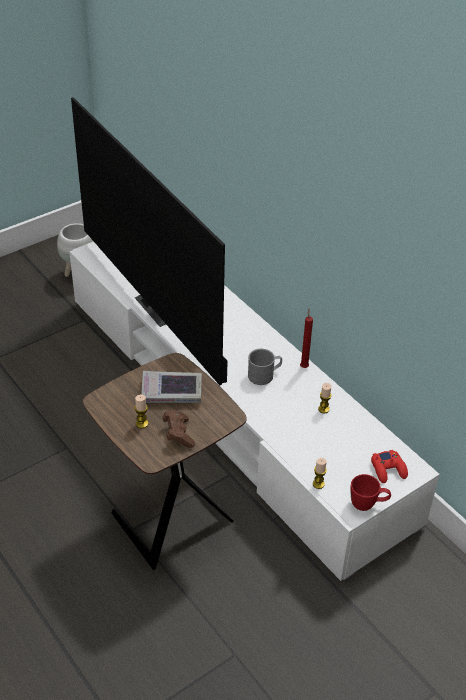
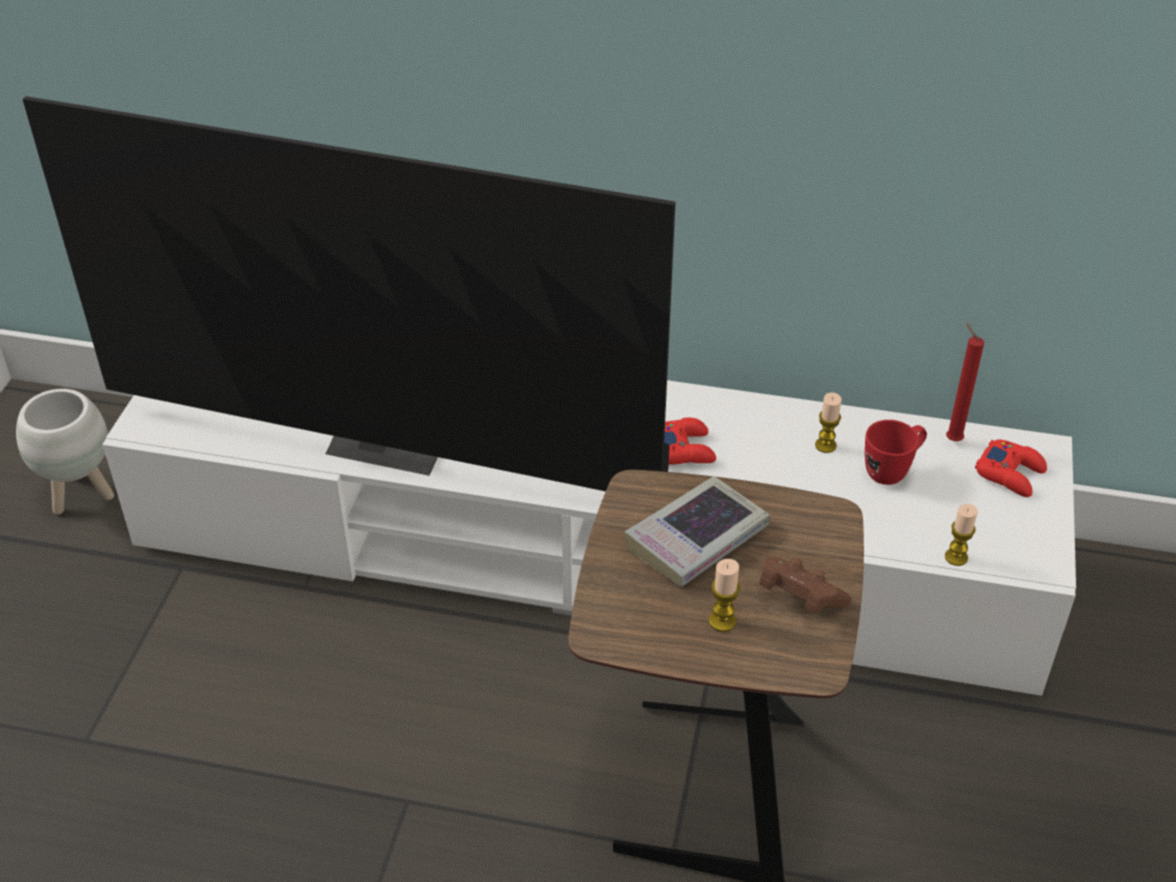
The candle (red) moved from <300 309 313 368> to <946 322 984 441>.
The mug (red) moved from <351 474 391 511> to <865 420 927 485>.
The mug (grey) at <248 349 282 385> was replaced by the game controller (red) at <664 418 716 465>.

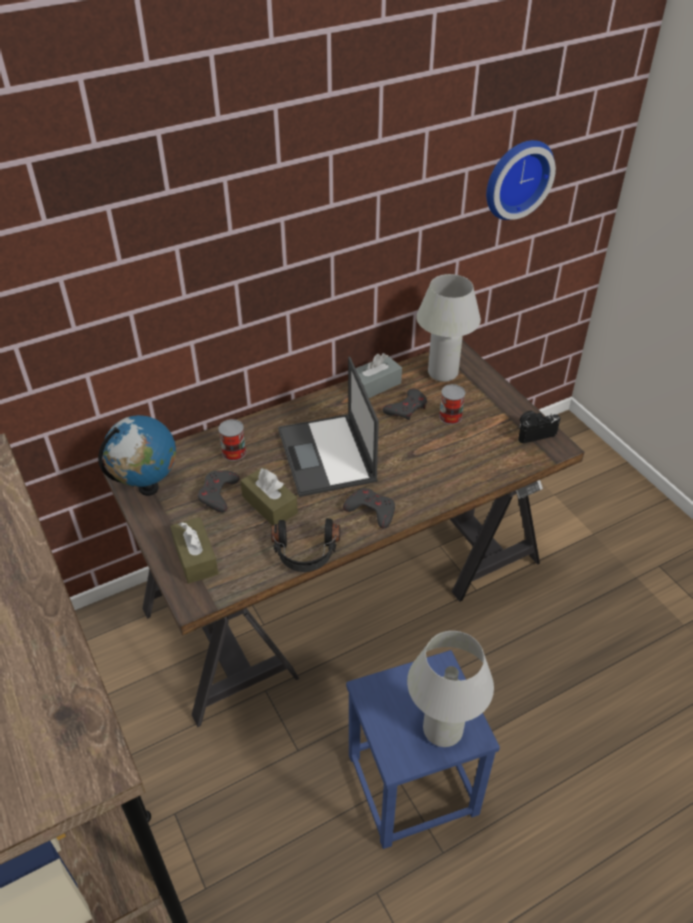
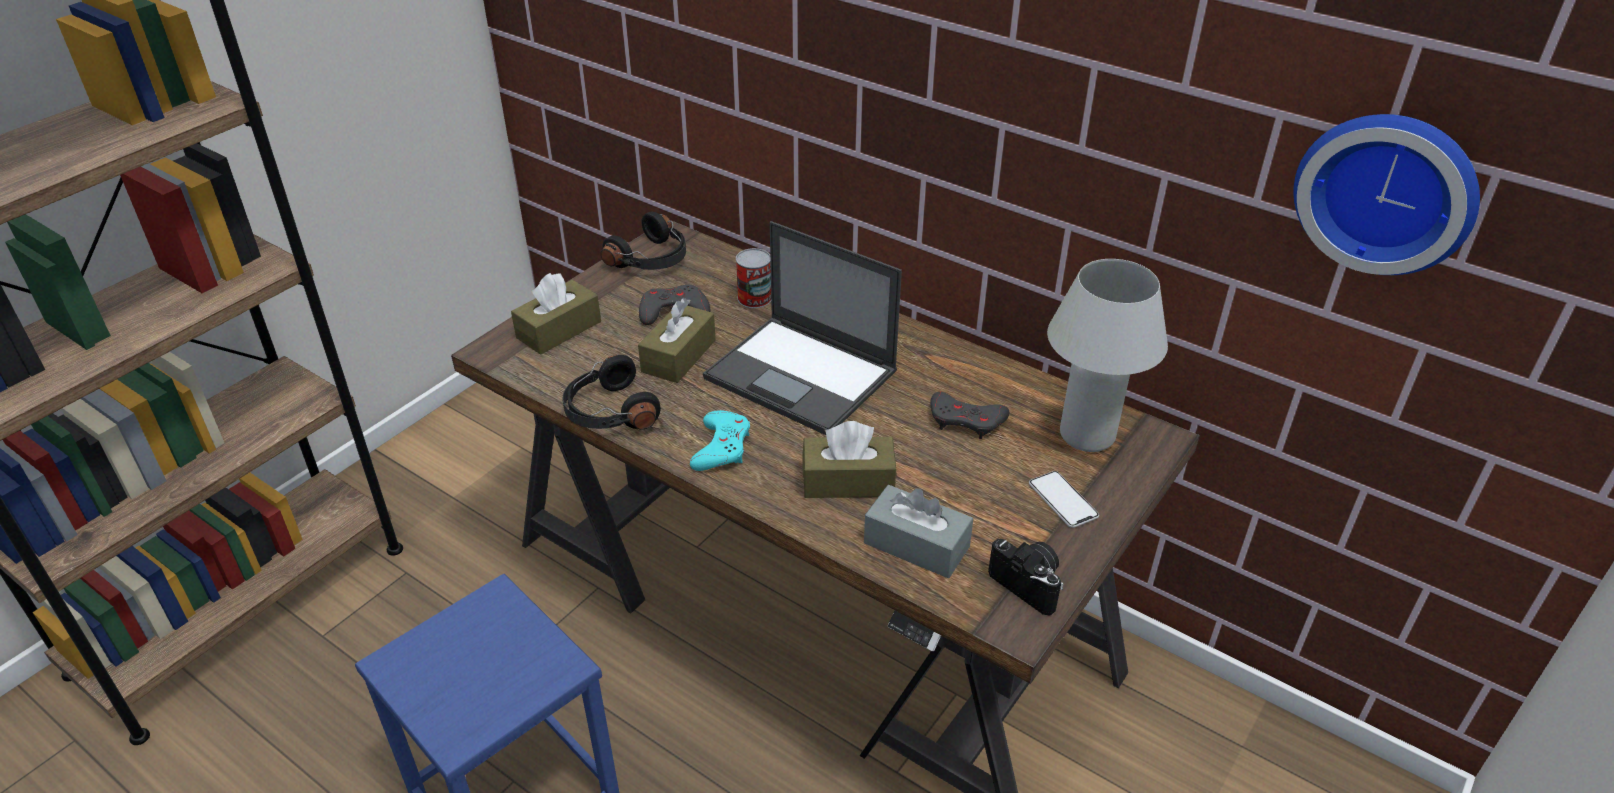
The table lamp (white) at <407 631 494 747> disappeared.
The can at <439 384 465 424> disappeared.
The tissue box (brown) at <802 421 896 498> appeared.
The phone at <1029 471 1099 528> appeared.
The tissue box (grey) moved from <356 353 402 398> to <864 485 973 578>.
The globe at <98 415 176 496> was replaced by the headphones (black) at <601 212 686 270>.
The game controller (grey) at <343 488 395 529> became the game controller (turquoise) at <690 410 750 471>.
The laptop at <278 357 379 497> turned 105 degrees counterclockwise.

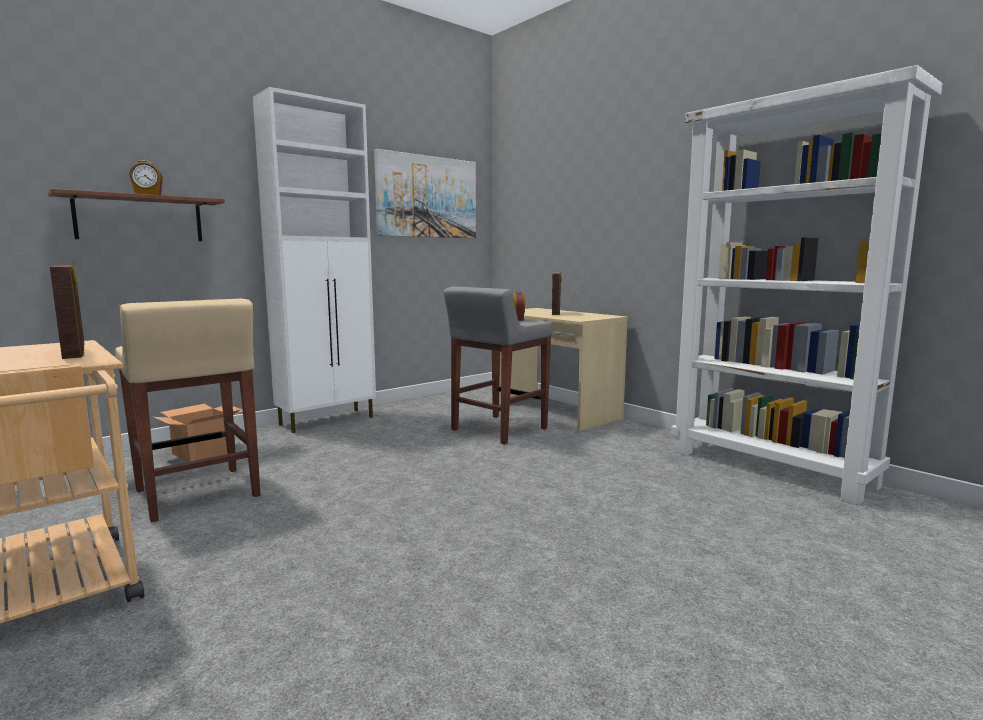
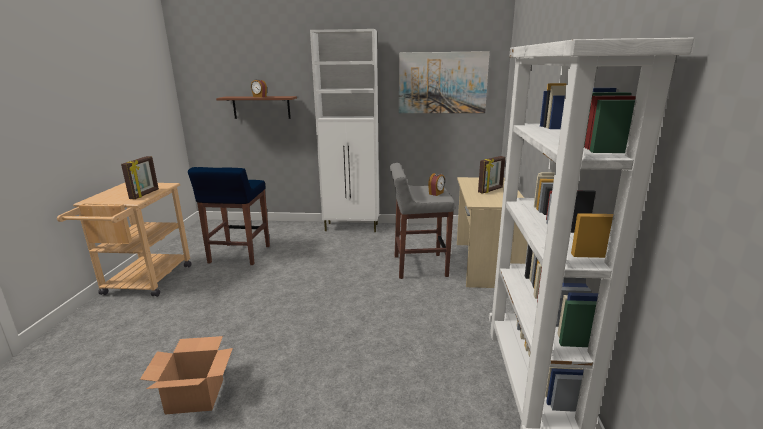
The cardboard box moved from <153 404 243 462> to <140 336 233 414>.
The stool (beige) at <115 299 261 522> became the stool (blue) at <188 167 270 265>.

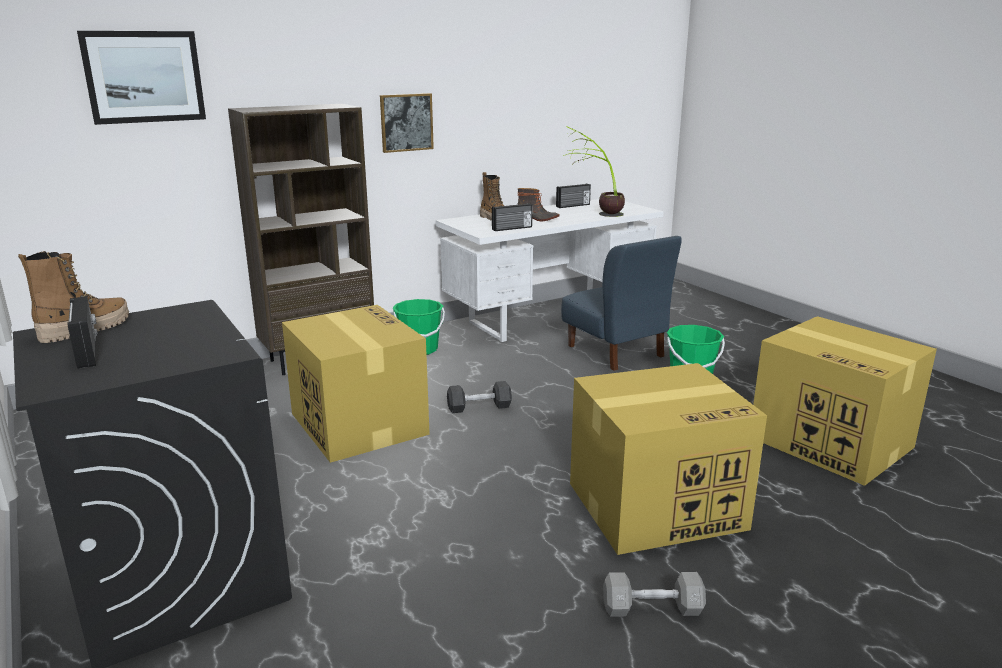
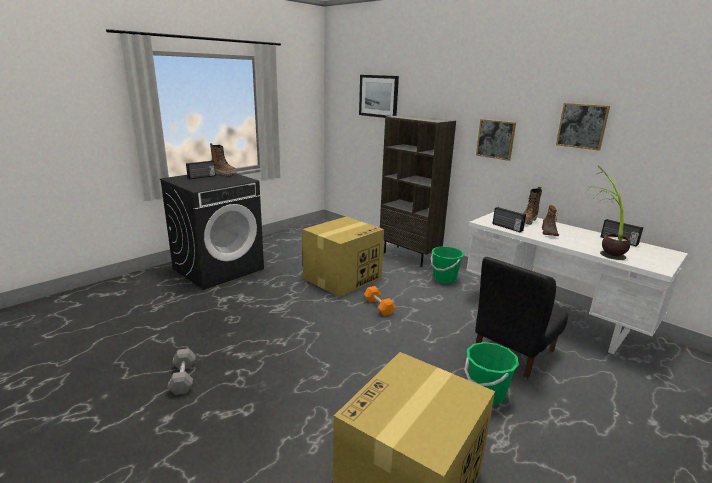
The cardboard box at <570 363 767 555> disappeared.
The picture at <556 103 610 151> appeared.
The dumbbell (black) at <447 381 512 413> became the dumbbell (orange) at <364 286 396 316>.
The chair (blue) at <561 236 682 371> became the chair (black) at <475 257 568 378>.

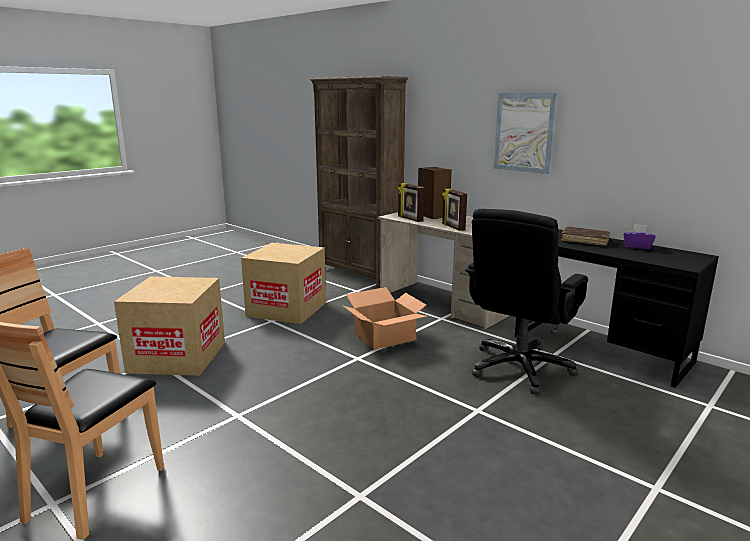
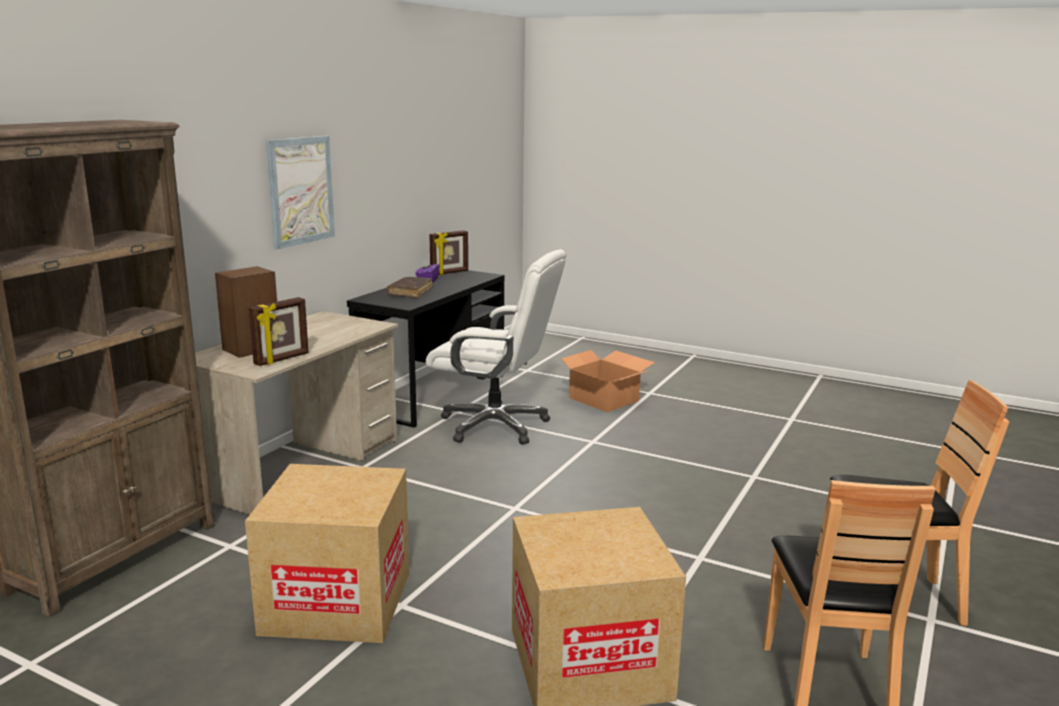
The cardboard box moved from <342 287 427 350> to <557 350 655 412>.
The picture frame moved from <442 188 467 231> to <429 230 468 275>.
The office chair (black) at <465 209 588 394> became the office chair (white) at <426 249 566 445>.

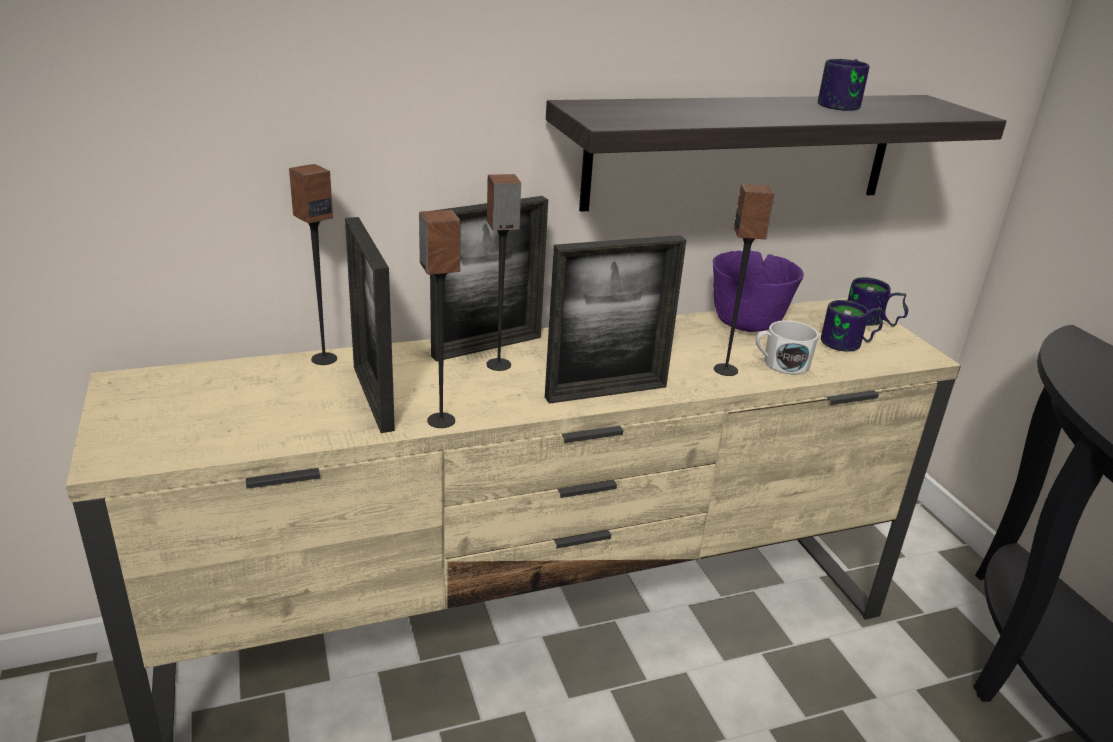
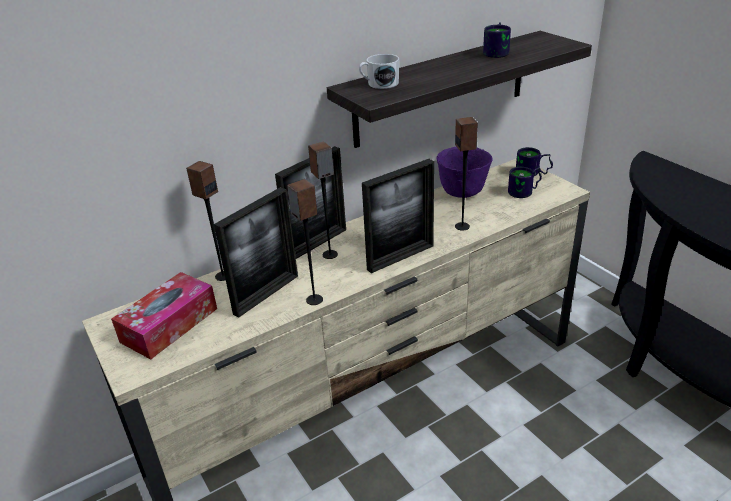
The tissue box at <111 272 217 360> appeared.
The mug (white) moved from <756 320 819 375> to <359 54 399 89>.
The picture frame at <345 217 395 433> turned 105 degrees counterclockwise.

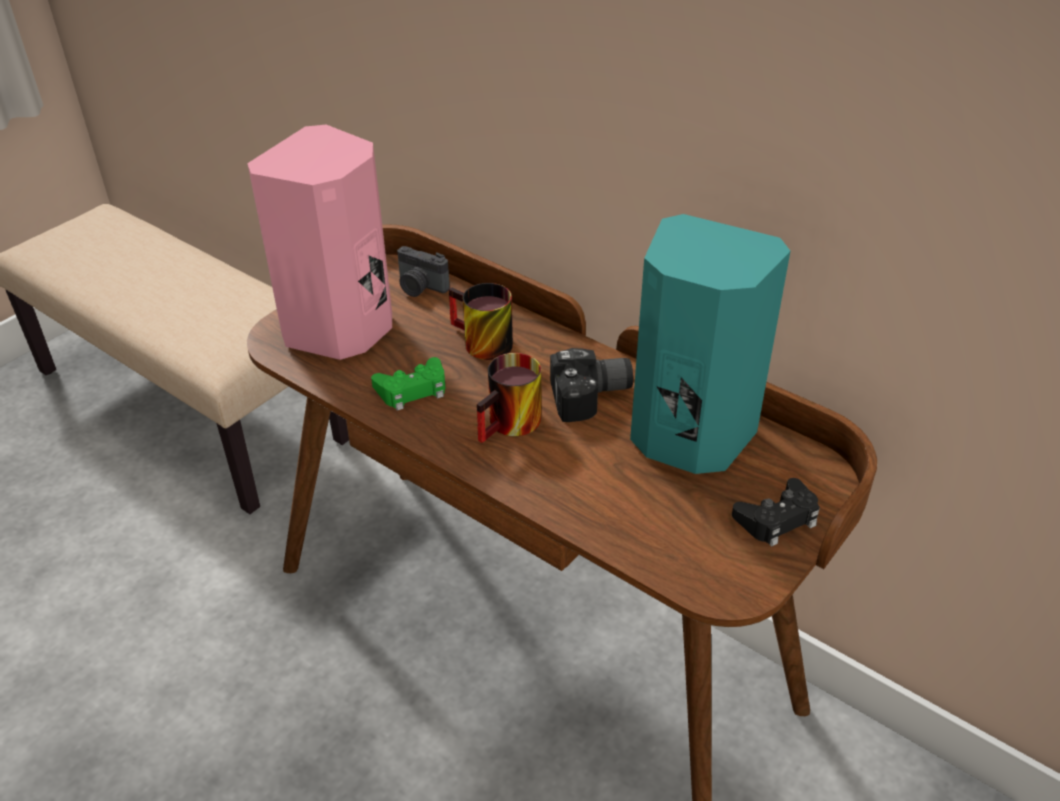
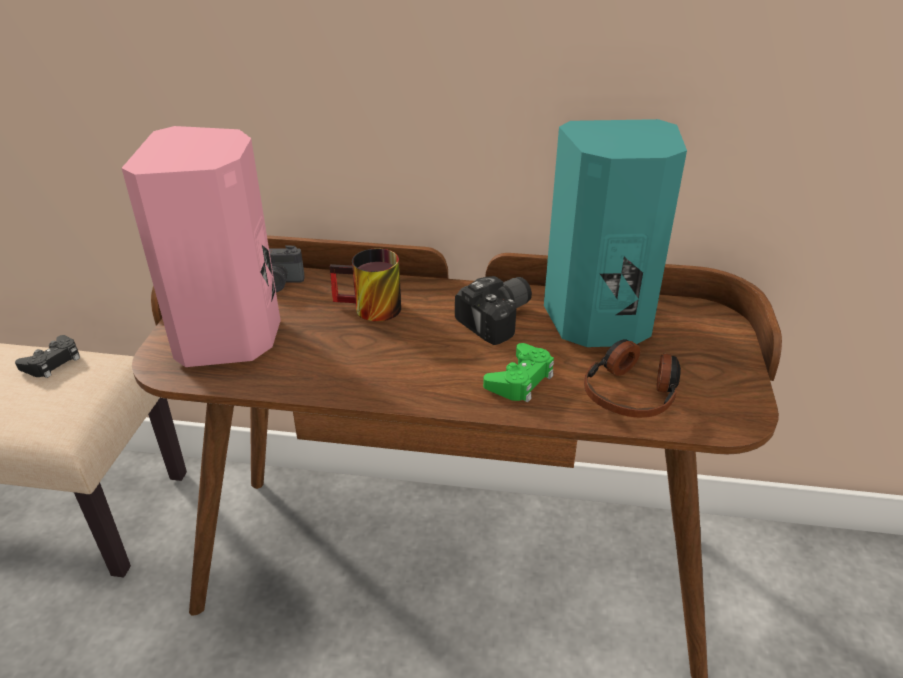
The mug at <477 353 541 443> disappeared.
The headphones at <584 339 681 418> appeared.
The game controller (green) moved from <371 357 445 411> to <483 343 554 403>.
The game controller (black) moved from <732 478 820 547> to <15 335 80 378>.

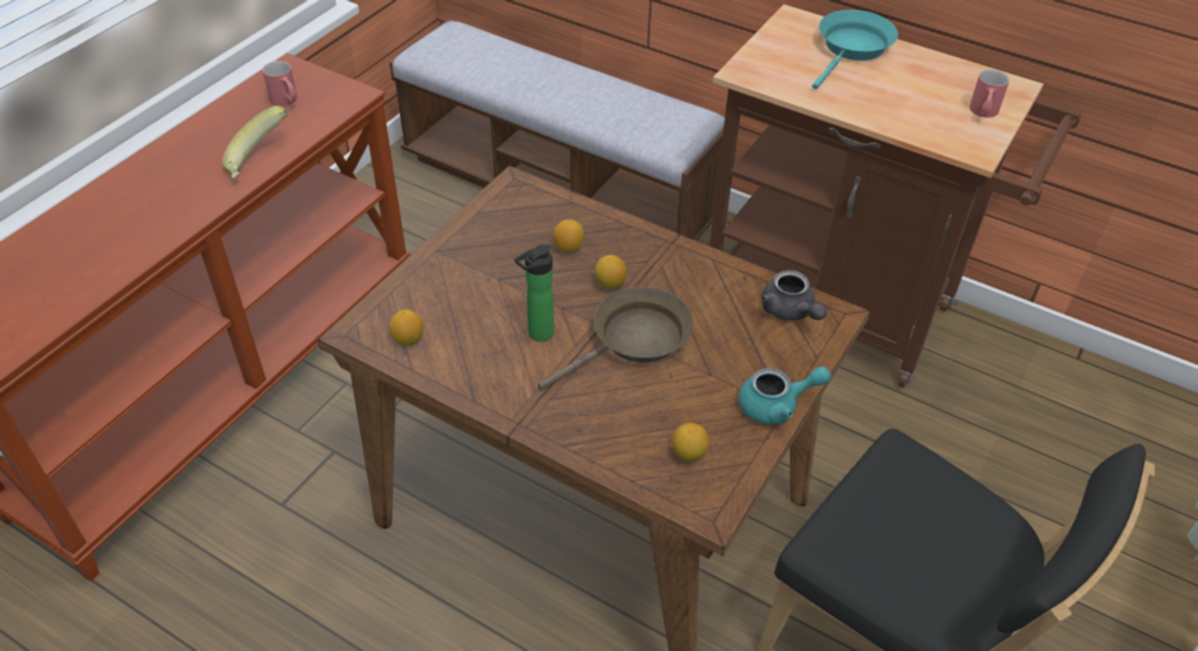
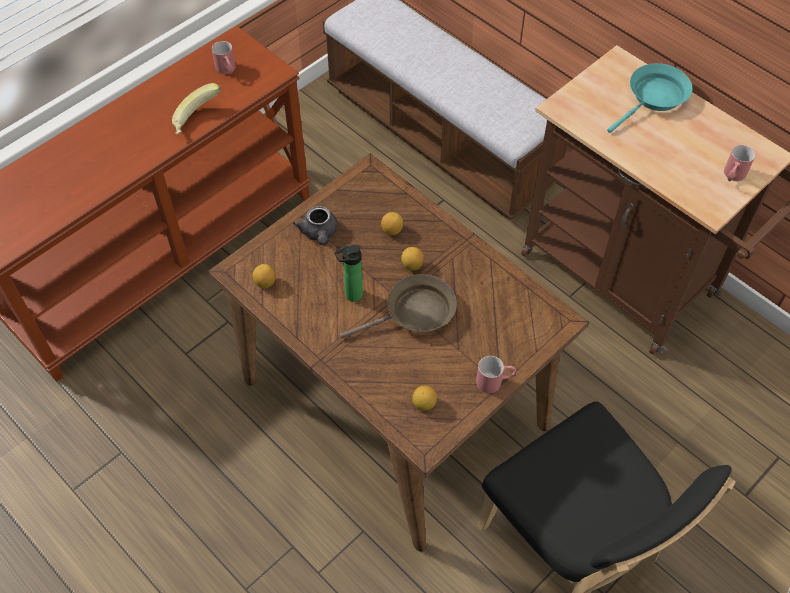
The teapot (grey) moved from <761 270 827 321> to <293 206 338 245>.
The teapot (turquoise) at <738 366 831 424> was replaced by the mug (red) at <476 356 516 393>.

